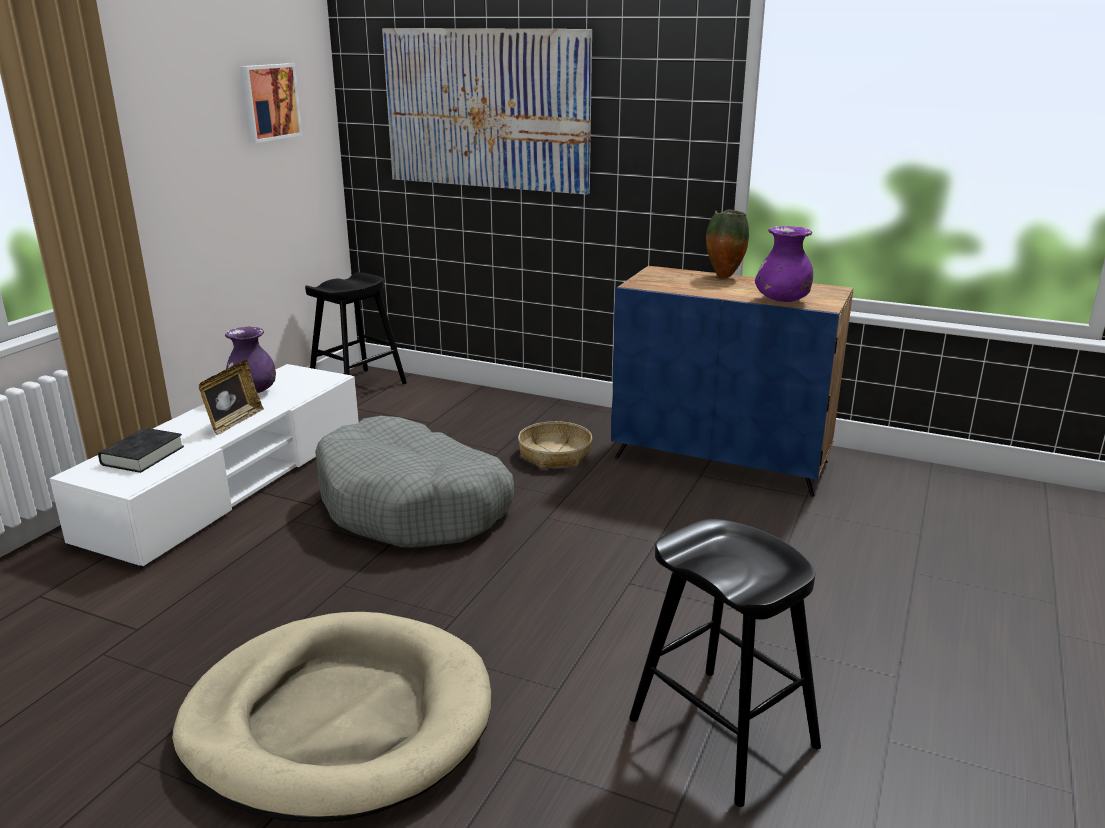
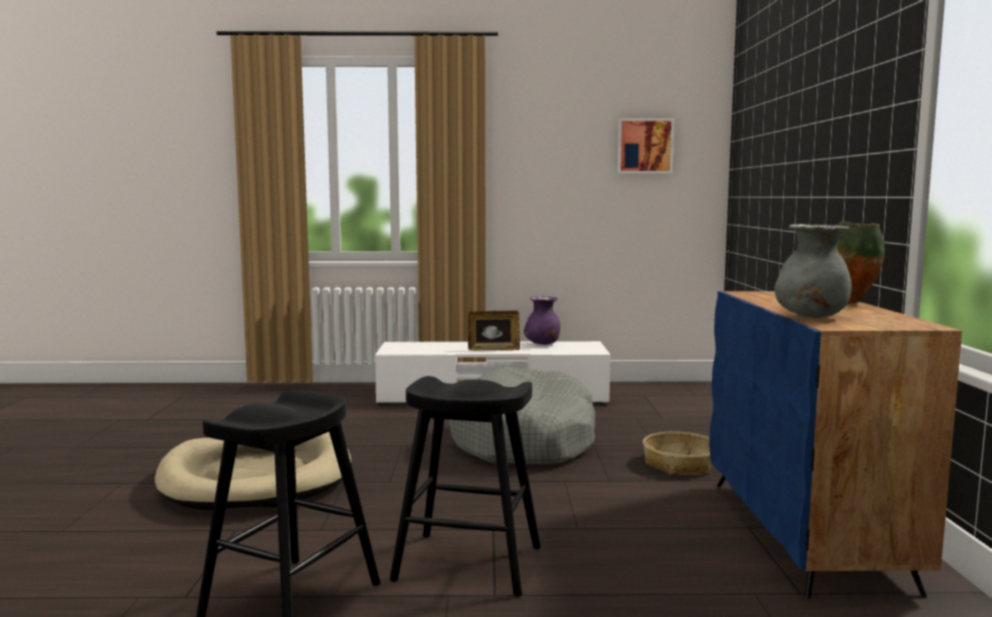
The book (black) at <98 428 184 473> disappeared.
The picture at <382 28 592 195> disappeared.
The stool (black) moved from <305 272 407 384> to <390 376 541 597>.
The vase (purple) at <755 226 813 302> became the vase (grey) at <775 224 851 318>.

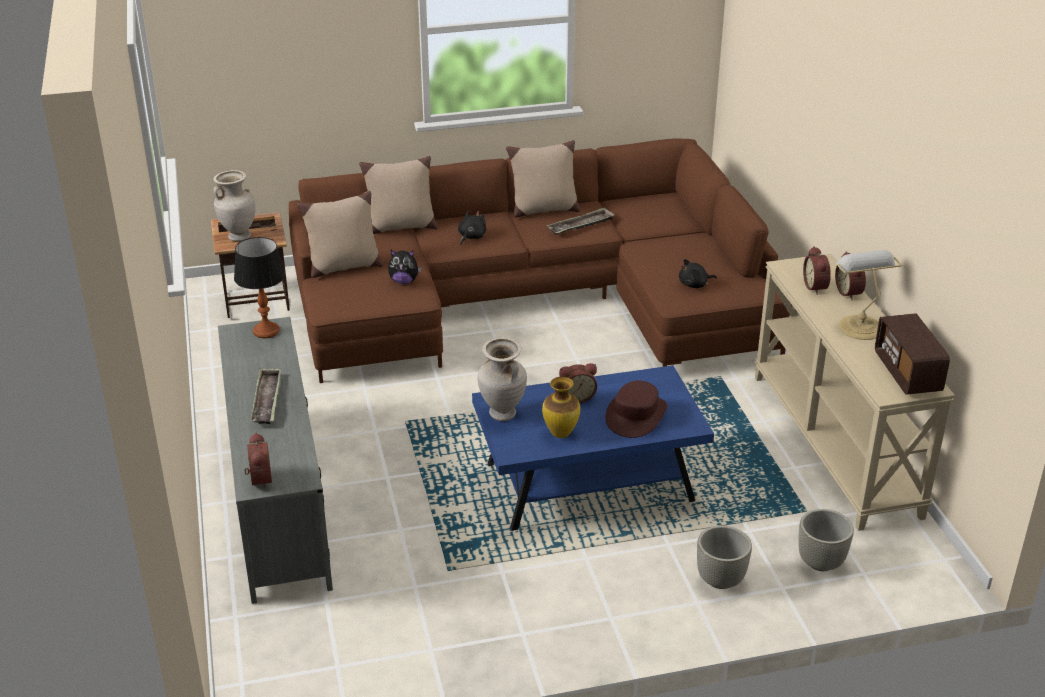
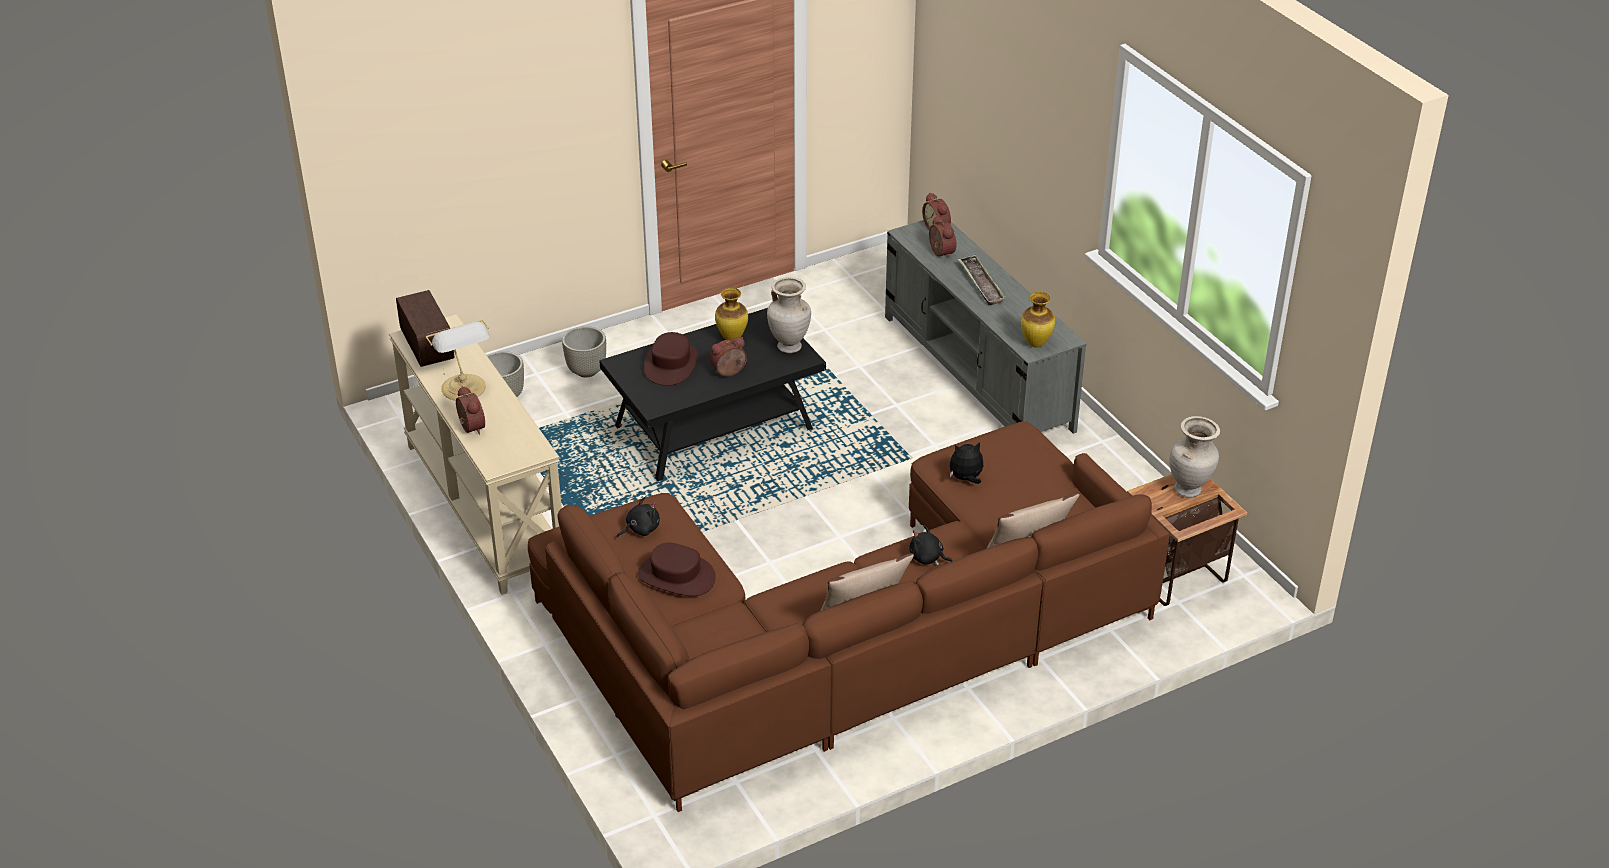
The pillow (beige) at <297 191 383 278> disappeared.
The tray at <547 207 614 235> disappeared.
The hat (brown) at <638 543 716 596> appeared.
The alarm clock moved from <803 246 831 295> to <929 215 956 259>.
The table lamp at <234 237 285 338> was replaced by the vase at <1021 292 1055 348>.
The coffee table (blue) at <472 365 714 531> became the coffee table (black) at <599 308 826 481>.
The plush toy (black) at <458 210 486 245> turned 105 degrees clockwise.

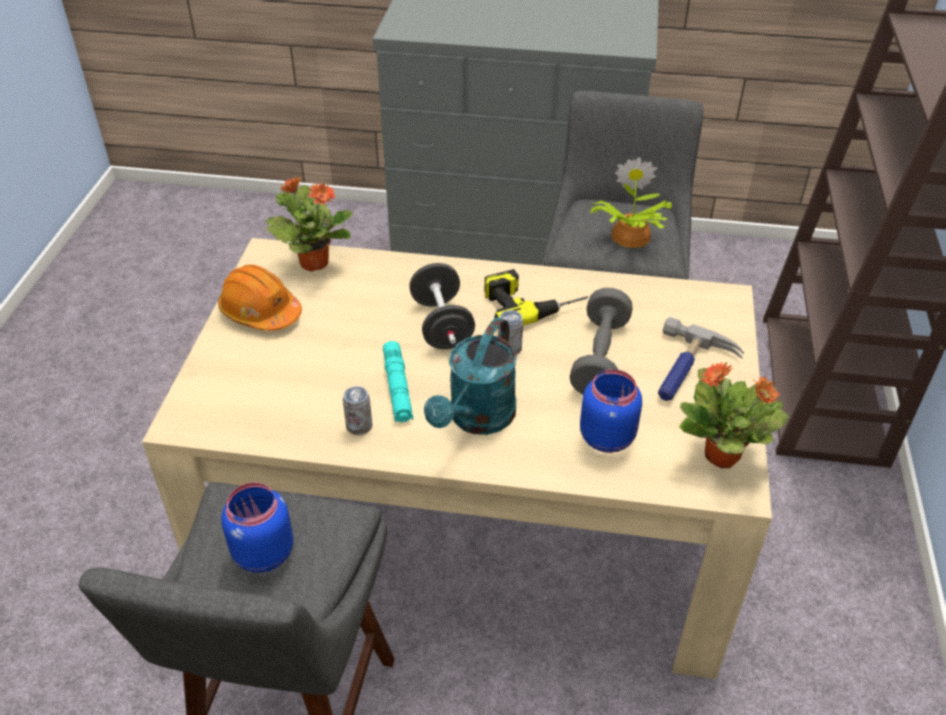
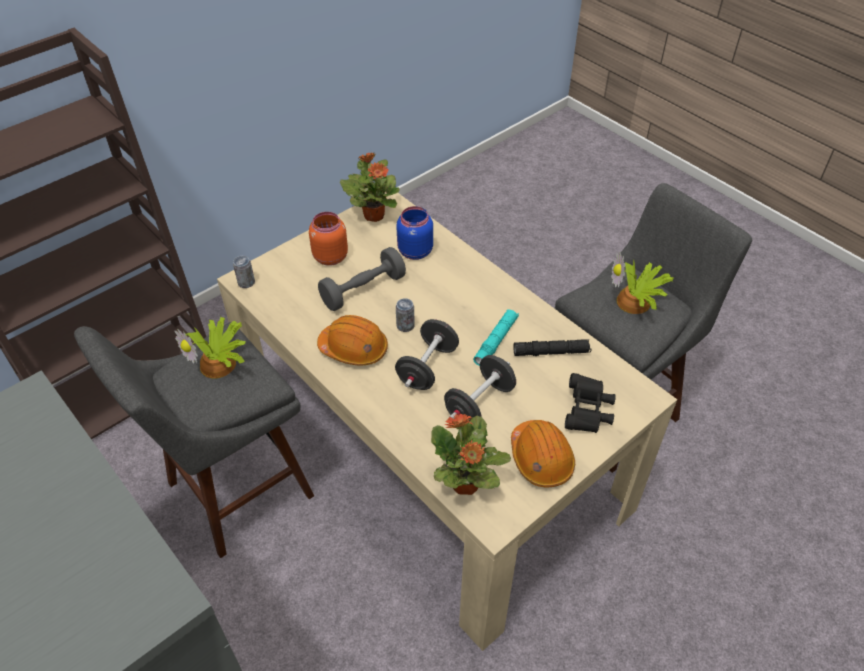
The watering can (turquoise) at <424 318 517 435> disappeared.
The dumbbell (black) at <444 355 516 421> appeared.
The flashlight (black) at <514 339 591 356> appeared.
The binoculars (black) at <565 373 616 433> appeared.
The can moved from <343 386 372 435> to <233 256 255 288>.
The jar (blue) at <221 482 294 573> was replaced by the potted plant at <611 252 673 314>.
The power drill at <485 269 588 325> was replaced by the hard hat (orange) at <317 315 388 365>.
The hammer at <658 317 744 401> was replaced by the jar (orange) at <309 212 348 266>.

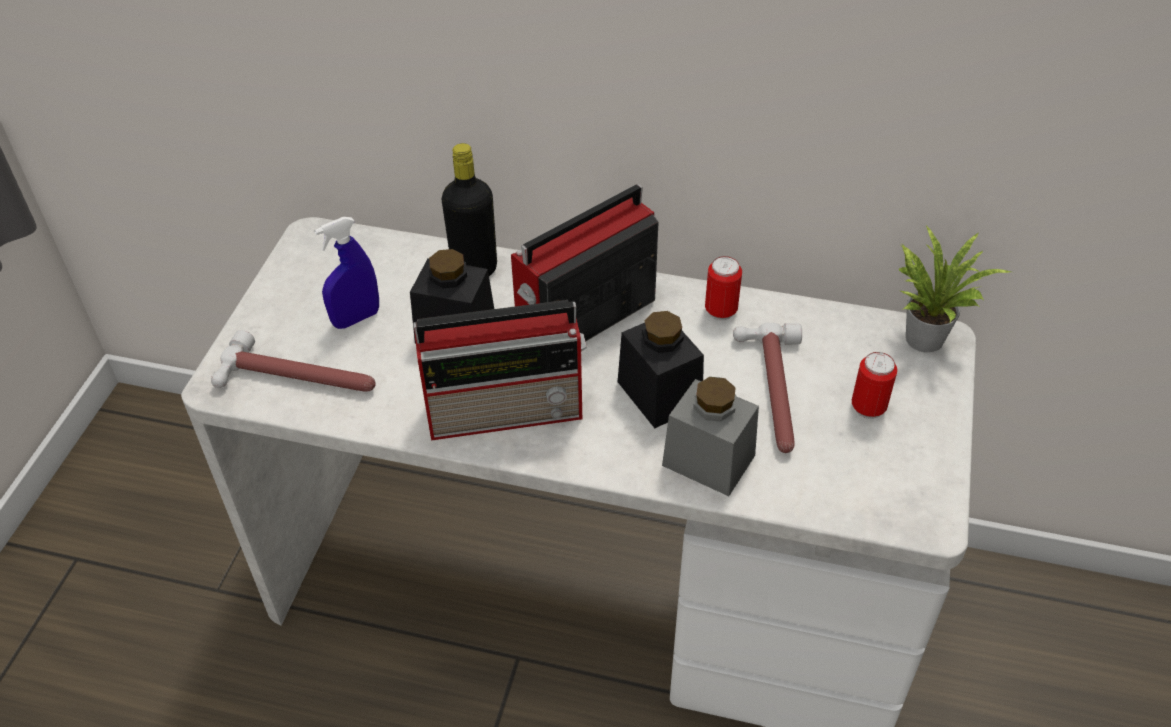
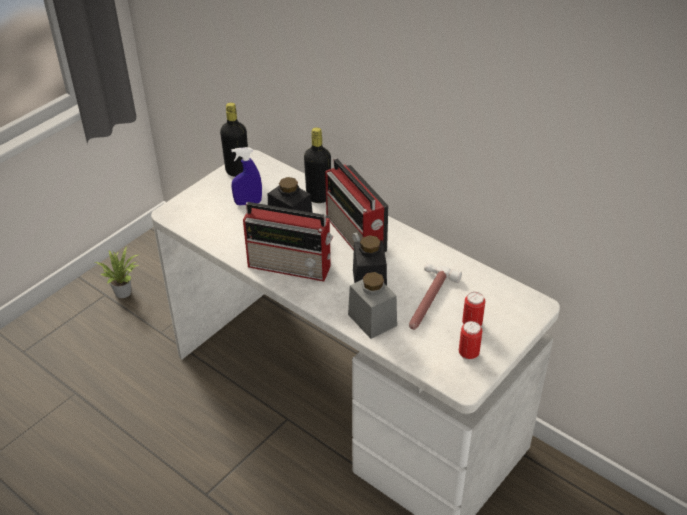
The hammer at <211 330 376 392> disappeared.
The bottle (black) at <220 102 248 177> appeared.
The can moved from <705 256 742 320> to <459 321 482 360>.
The potted plant moved from <899 225 1014 353> to <95 246 140 298>.
The radio at <511 184 659 342> turned 105 degrees counterclockwise.

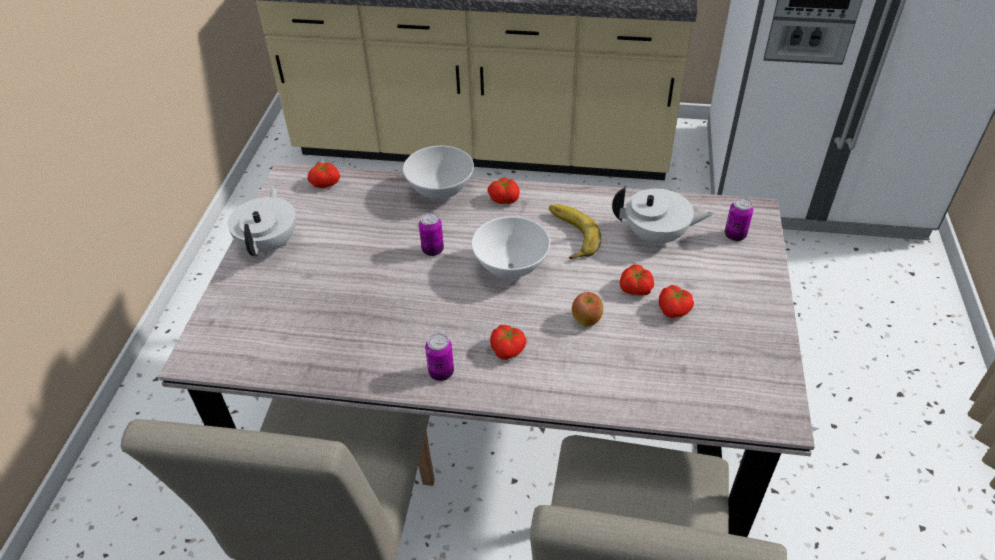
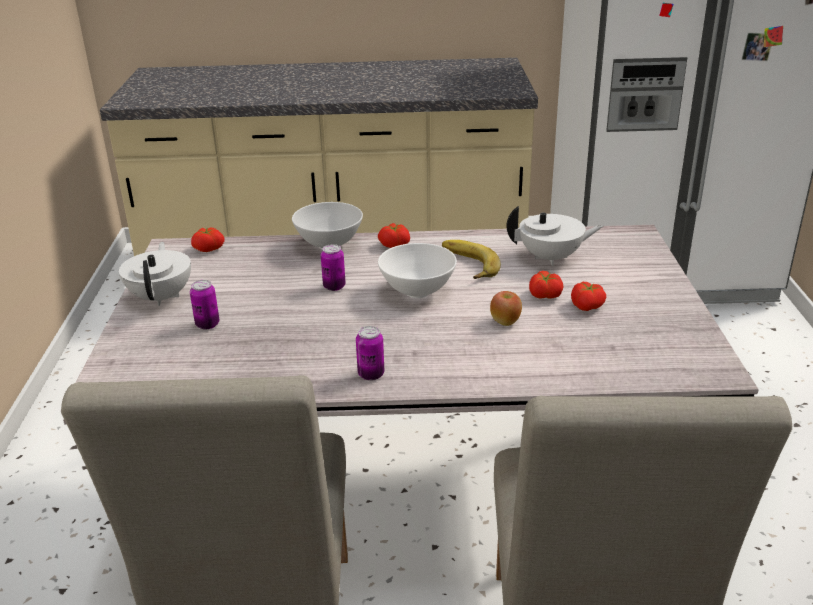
The tomato at <490 325 526 360> disappeared.
The can moved from <725 198 753 241> to <190 280 220 329>.

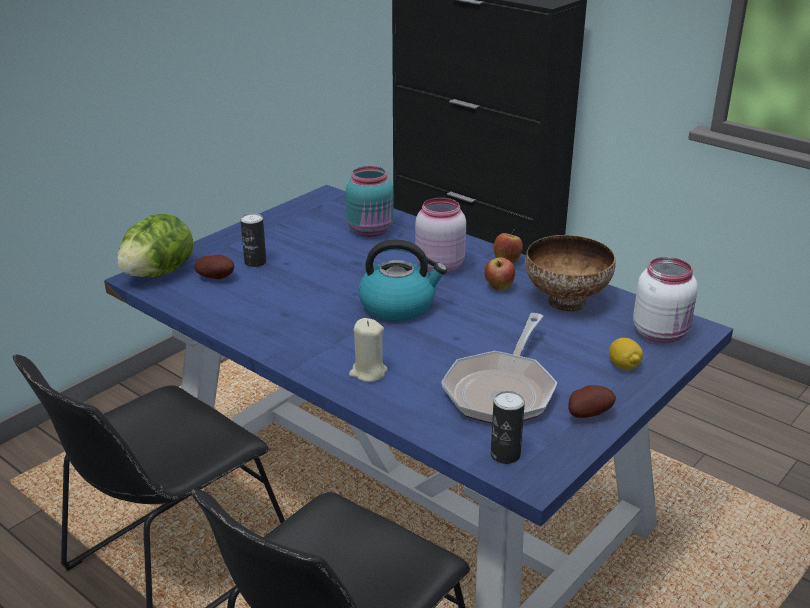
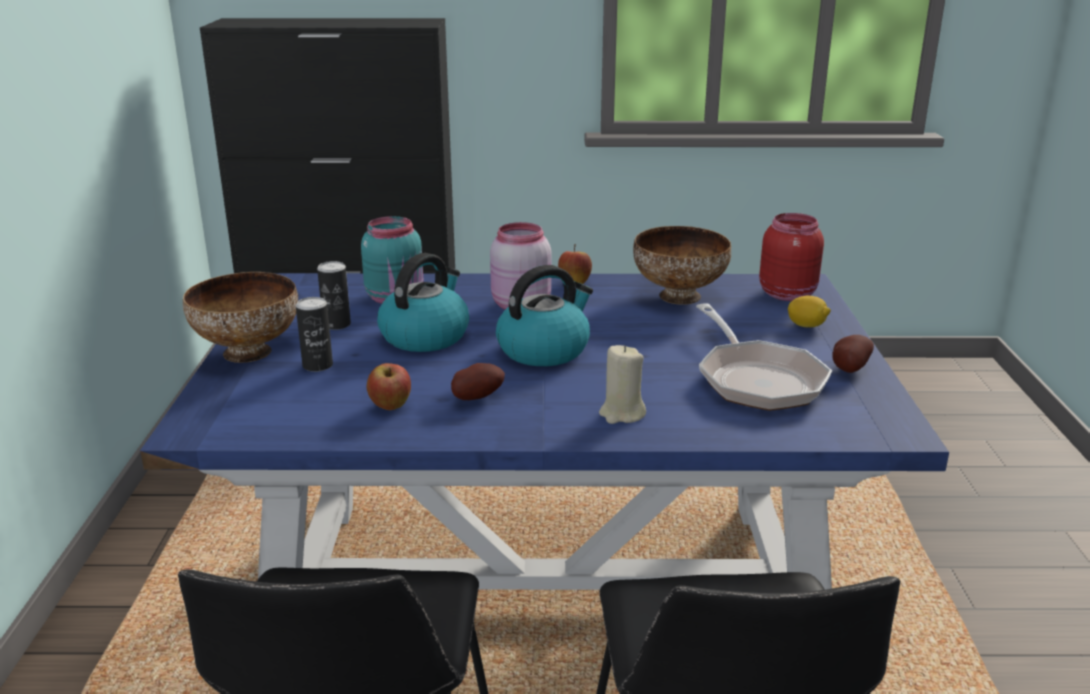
The lettuce at <117 214 193 278> disappeared.
The bowl at <183 272 298 363> appeared.
The kettle at <377 253 469 352> appeared.
The potato moved from <194 254 234 279> to <451 363 505 400>.
The apple moved from <484 257 515 290> to <367 363 411 410>.
The can moved from <491 391 525 464> to <317 261 351 330>.
The jar (white) at <633 257 697 343> became the jar (red) at <759 213 824 301>.

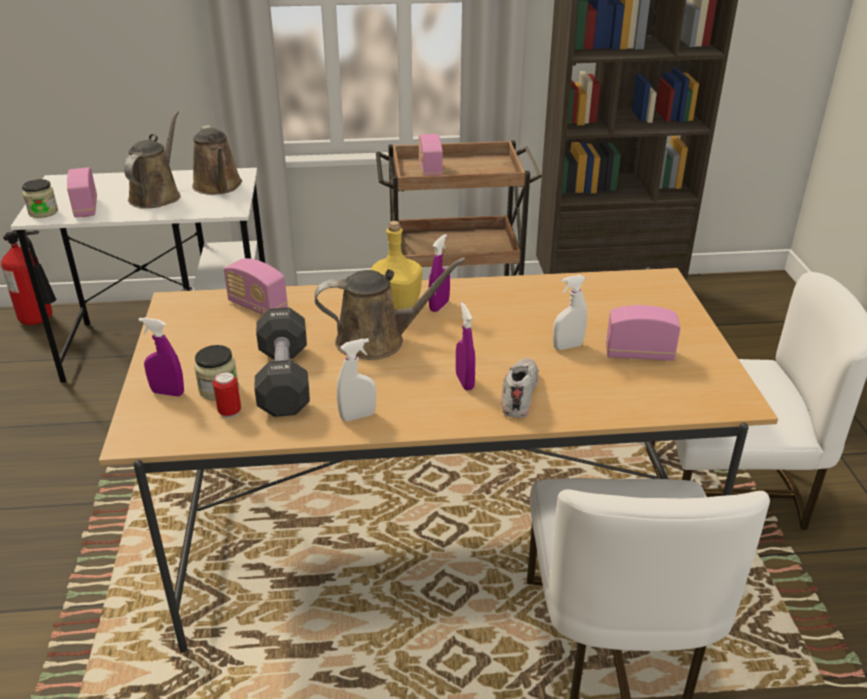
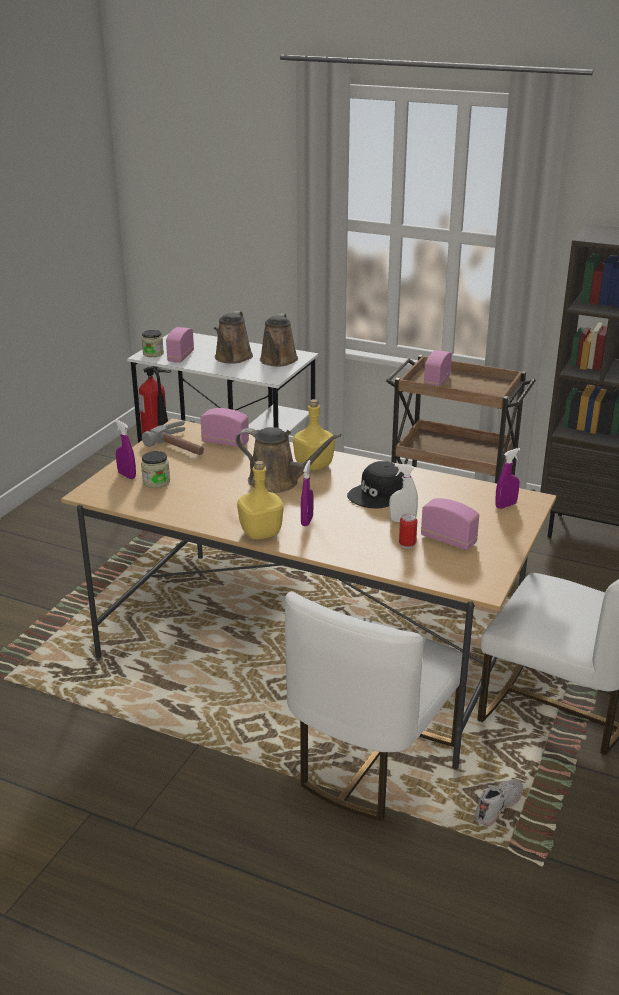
The dumbbell (black) at <254 307 310 417> disappeared.
The spray bottle (white) at <337 338 376 421> disappeared.
The hammer at <142 421 204 455> appeared.
The bottle (yellow) at <237 461 284 539> appeared.
The cap (black) at <347 461 404 508> appeared.
The can moved from <213 372 241 418> to <399 514 418 549>.
The spray bottle (purple) moved from <429 234 450 312> to <495 448 521 509>.
The shoe (white) moved from <501 358 539 418> to <474 779 523 827>.
The watering can (brown) at <124 111 181 208> turned 150 degrees clockwise.
The radio at <224 258 288 315> turned 135 degrees clockwise.

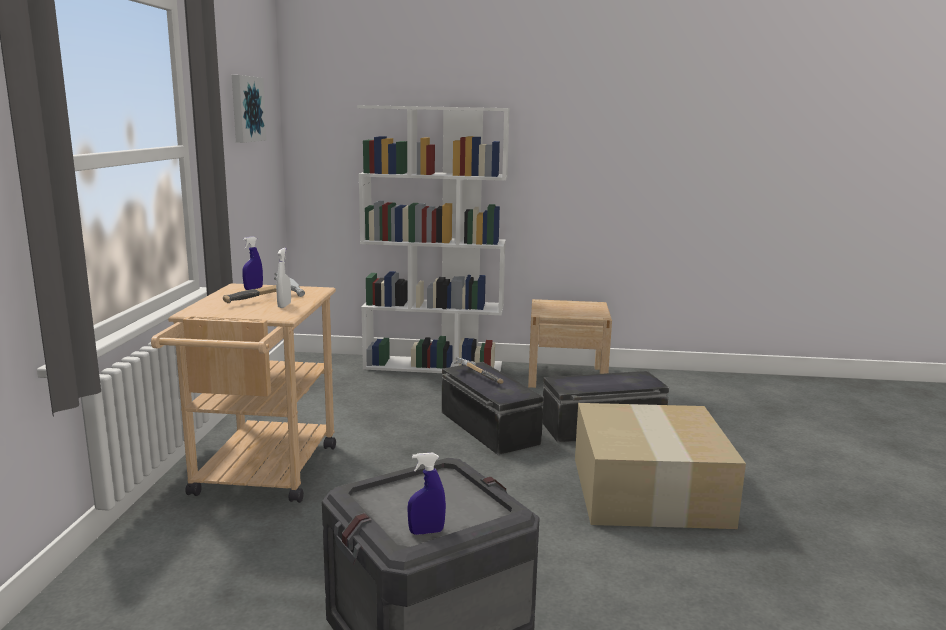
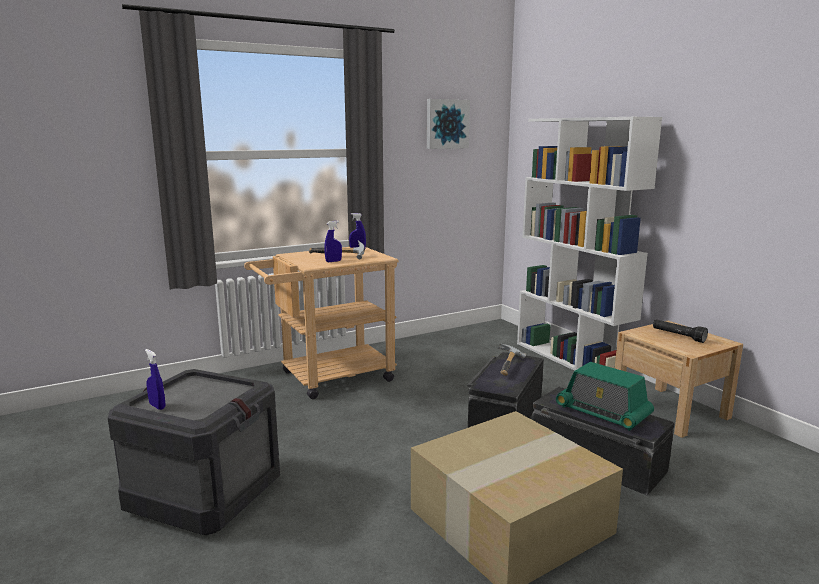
The radio at <556 362 654 431> appeared.
The flashlight (black) at <653 319 708 343> appeared.
The spray bottle (white) at <276 248 291 308> became the spray bottle (blue) at <324 221 342 262>.

